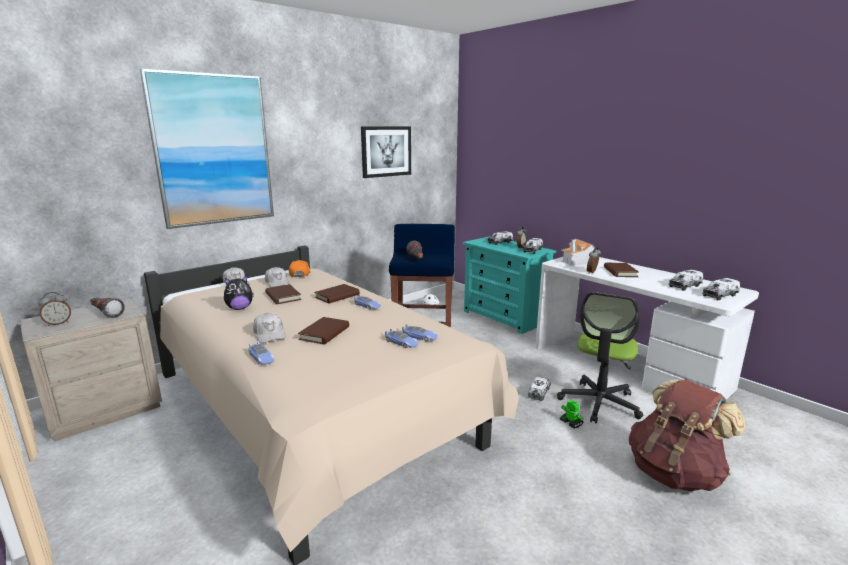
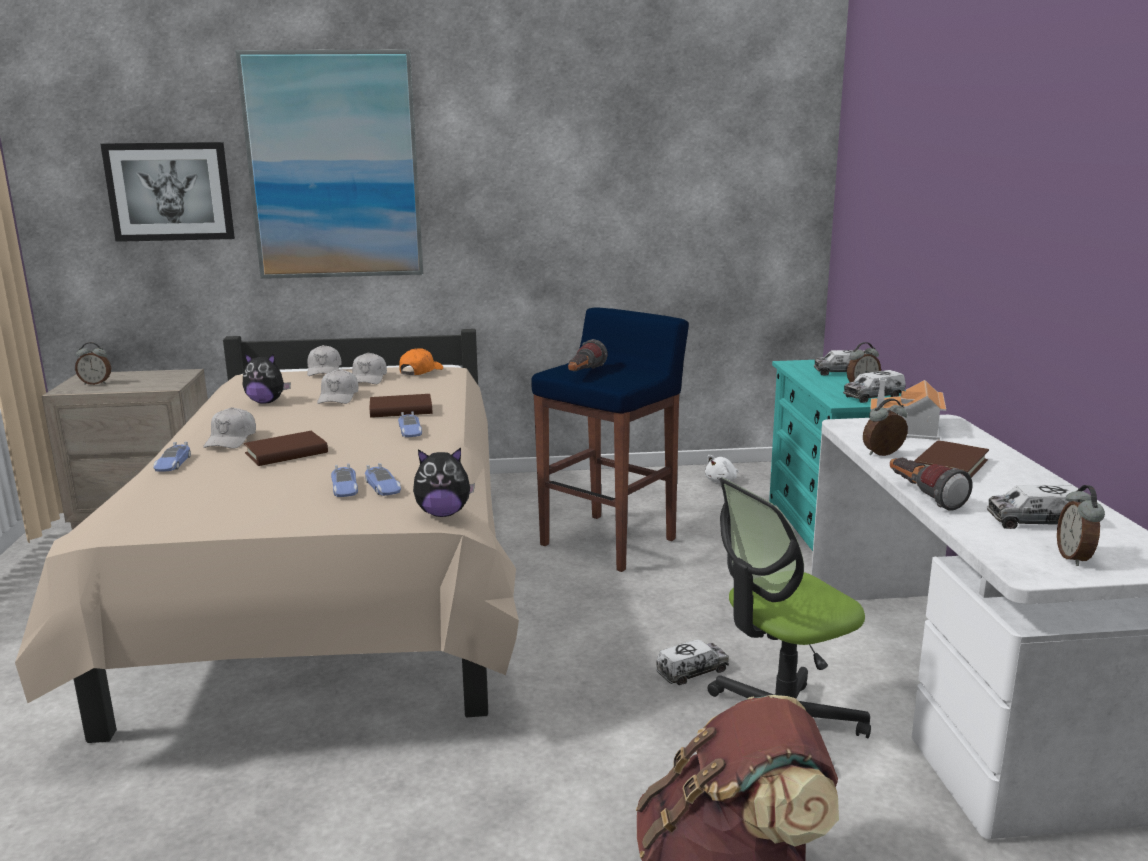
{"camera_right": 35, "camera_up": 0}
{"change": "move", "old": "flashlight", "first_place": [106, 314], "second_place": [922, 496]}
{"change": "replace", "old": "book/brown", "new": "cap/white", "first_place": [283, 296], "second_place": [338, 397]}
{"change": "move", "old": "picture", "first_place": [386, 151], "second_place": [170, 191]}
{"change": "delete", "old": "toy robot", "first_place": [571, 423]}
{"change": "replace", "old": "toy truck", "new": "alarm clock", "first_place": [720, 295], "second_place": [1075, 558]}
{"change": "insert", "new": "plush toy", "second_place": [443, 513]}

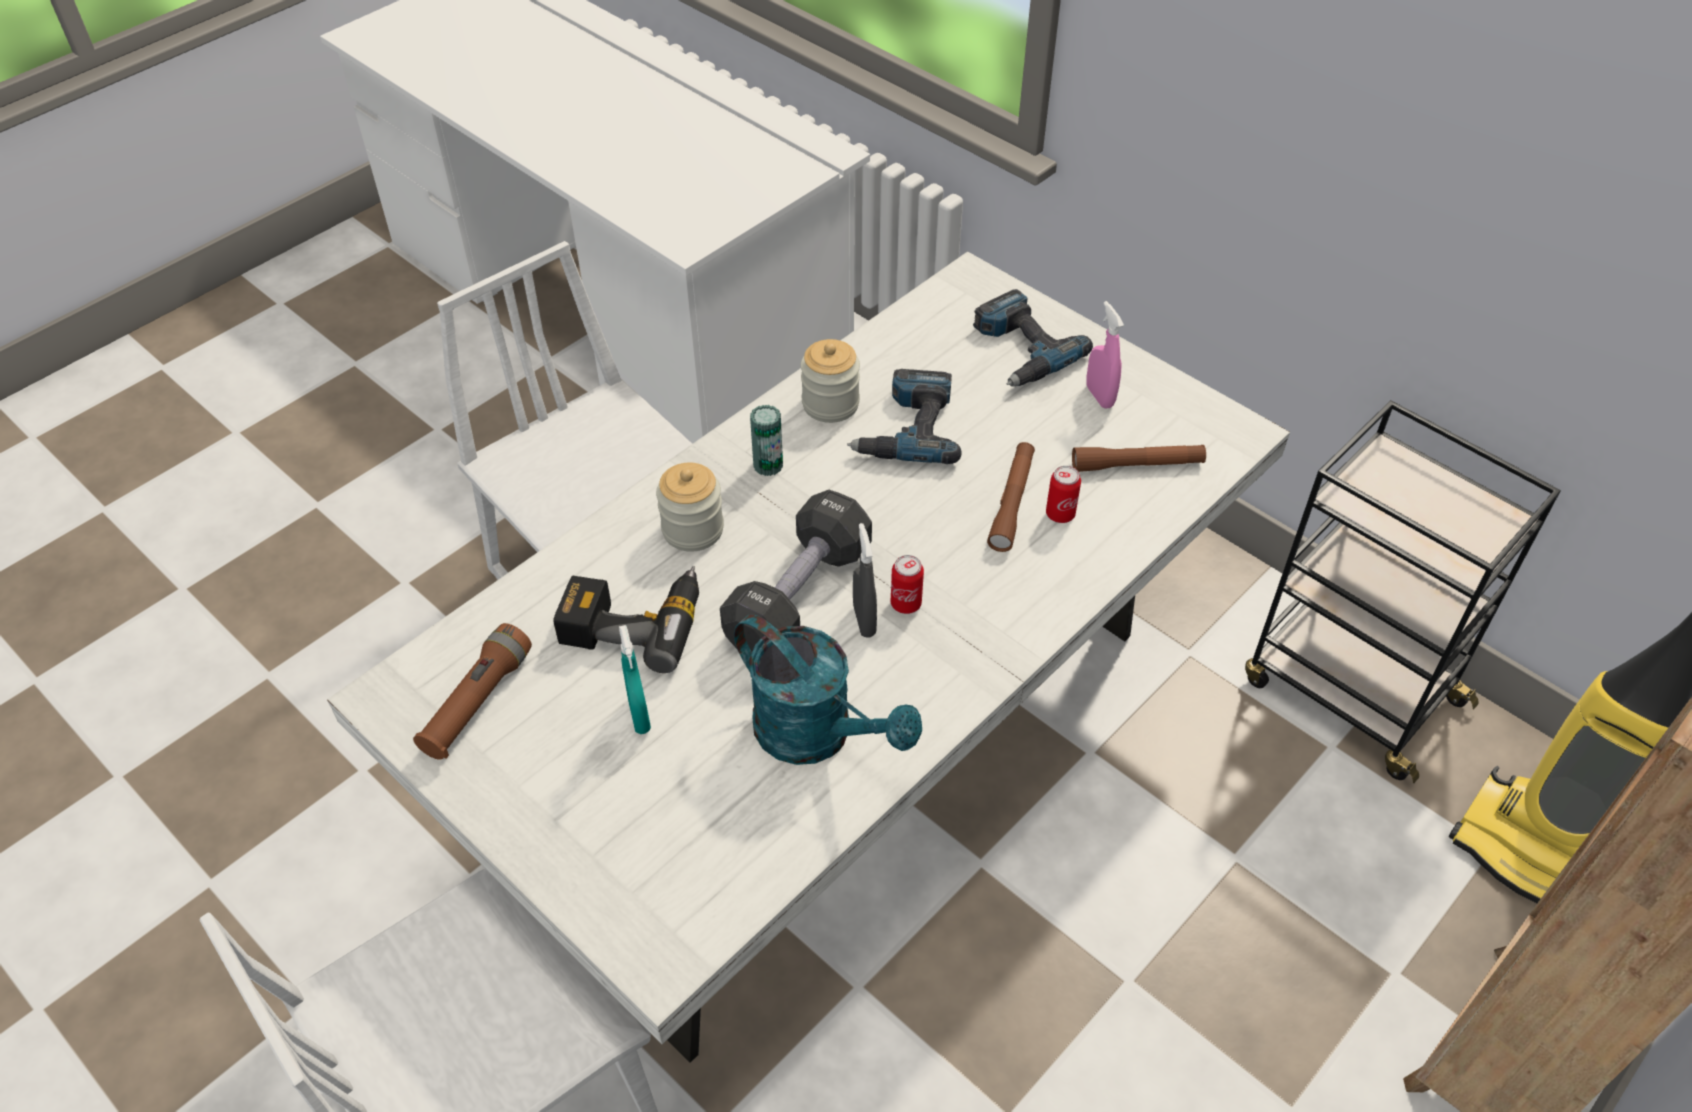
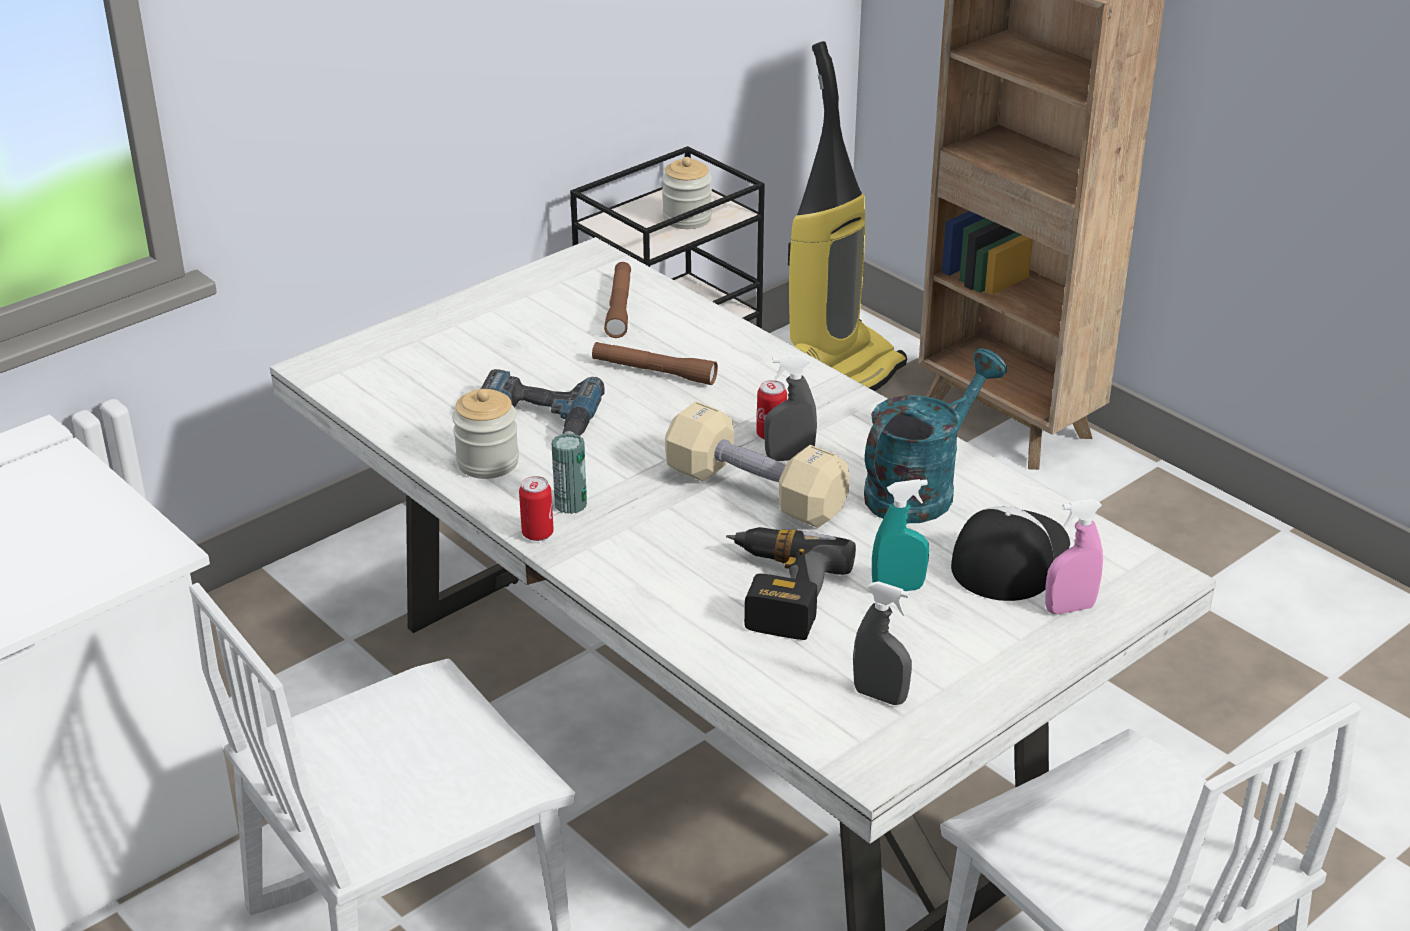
{"camera_right": -85, "camera_up": -15}
{"change": "replace", "old": "flashlight/brown", "new": "spray bottle/grey", "first_place": [477, 702], "second_place": [880, 696]}
{"change": "move", "old": "jar", "first_place": [693, 529], "second_place": [687, 219]}
{"change": "recolor", "old": "dumbbell/black", "new": "dumbbell/beige", "first_place": [798, 596], "second_place": [755, 492]}
{"change": "delete", "old": "power drill", "first_place": [1020, 350]}
{"change": "move", "old": "can", "first_place": [1060, 514], "second_place": [537, 534]}
{"change": "move", "old": "spray bottle/pink", "first_place": [1099, 396], "second_place": [1069, 608]}
{"change": "insert", "new": "cap", "second_place": [1008, 557]}

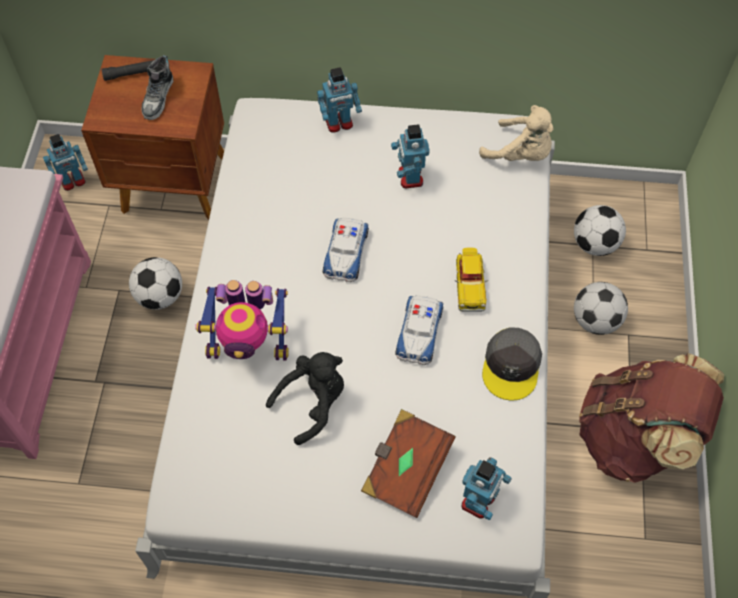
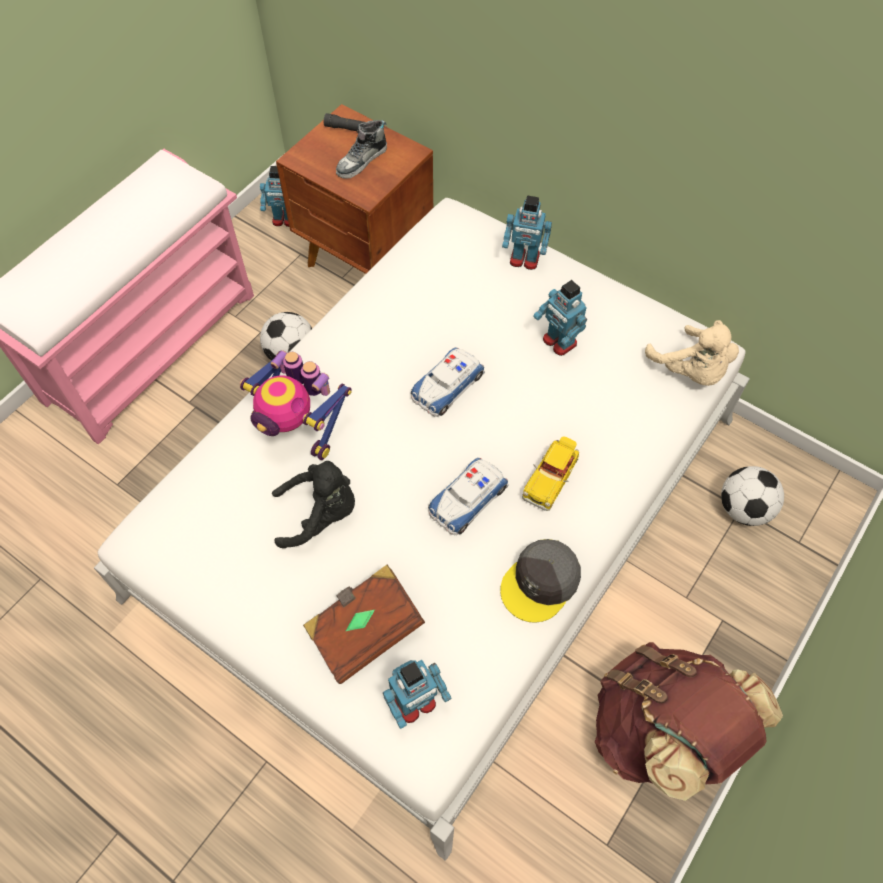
{"camera_right": 30, "camera_up": 0}
{"change": "rotate", "old": "toy robot", "first_place": [409, 177], "second_place": [559, 342], "degrees": -60}
{"change": "delete", "old": "football", "first_place": [595, 321]}

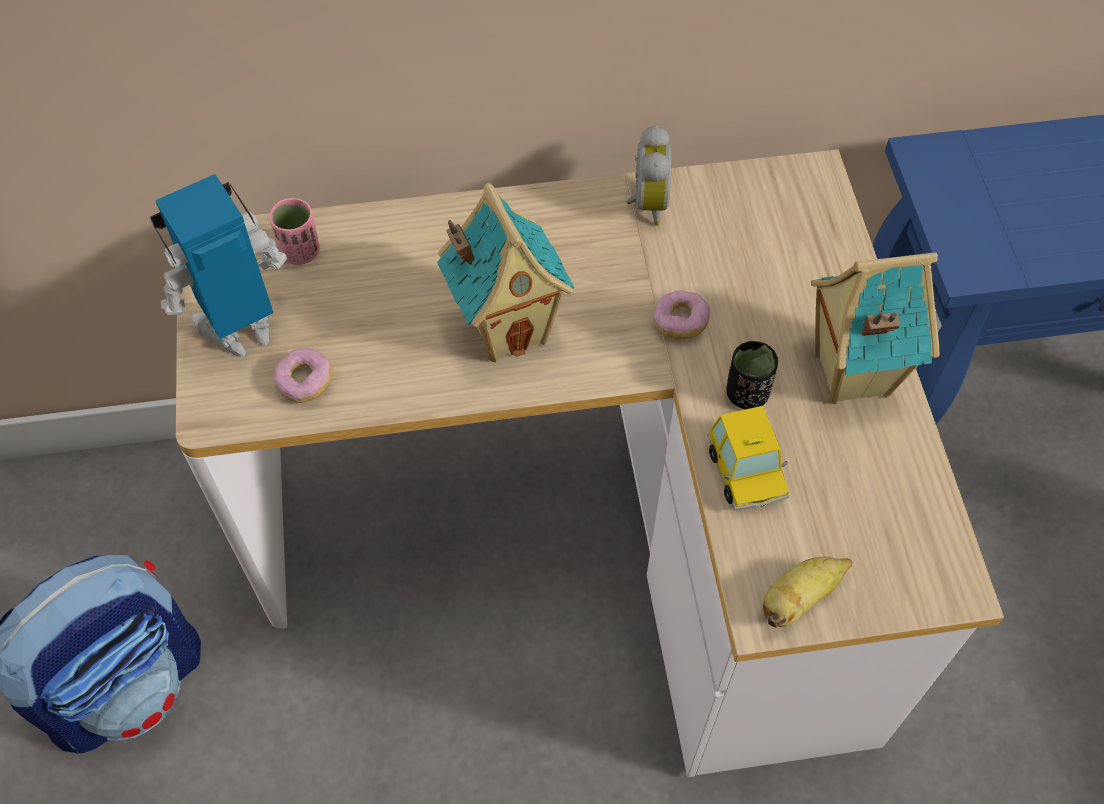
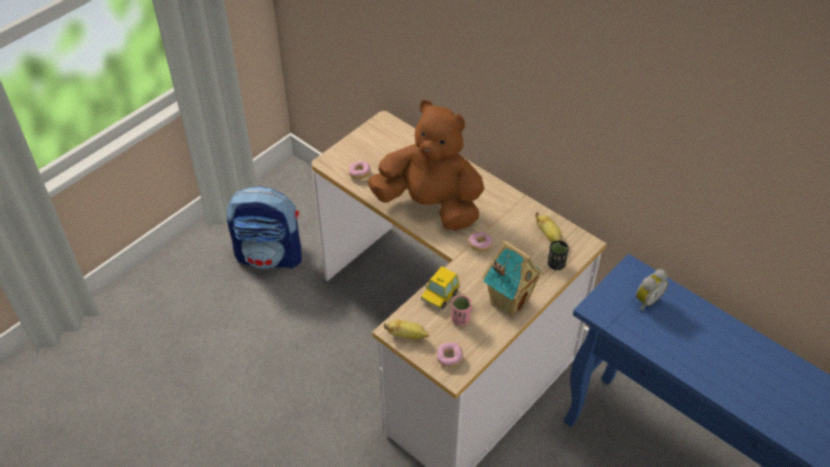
{"camera_right": 50, "camera_up": -10}
{"change": "delete", "old": "toy robot", "first_place": [241, 329]}
{"change": "move", "old": "cup/pink", "first_place": [300, 251], "second_place": [460, 319]}
{"change": "replace", "old": "toy house", "new": "plush toy/brown", "first_place": [508, 327], "second_place": [430, 205]}
{"change": "move", "old": "alarm clock", "first_place": [645, 203], "second_place": [646, 300]}
{"change": "move", "old": "cup/black", "first_place": [746, 393], "second_place": [556, 264]}
{"change": "insert", "new": "donut", "second_place": [449, 358]}
{"change": "insert", "new": "banana", "second_place": [549, 235]}

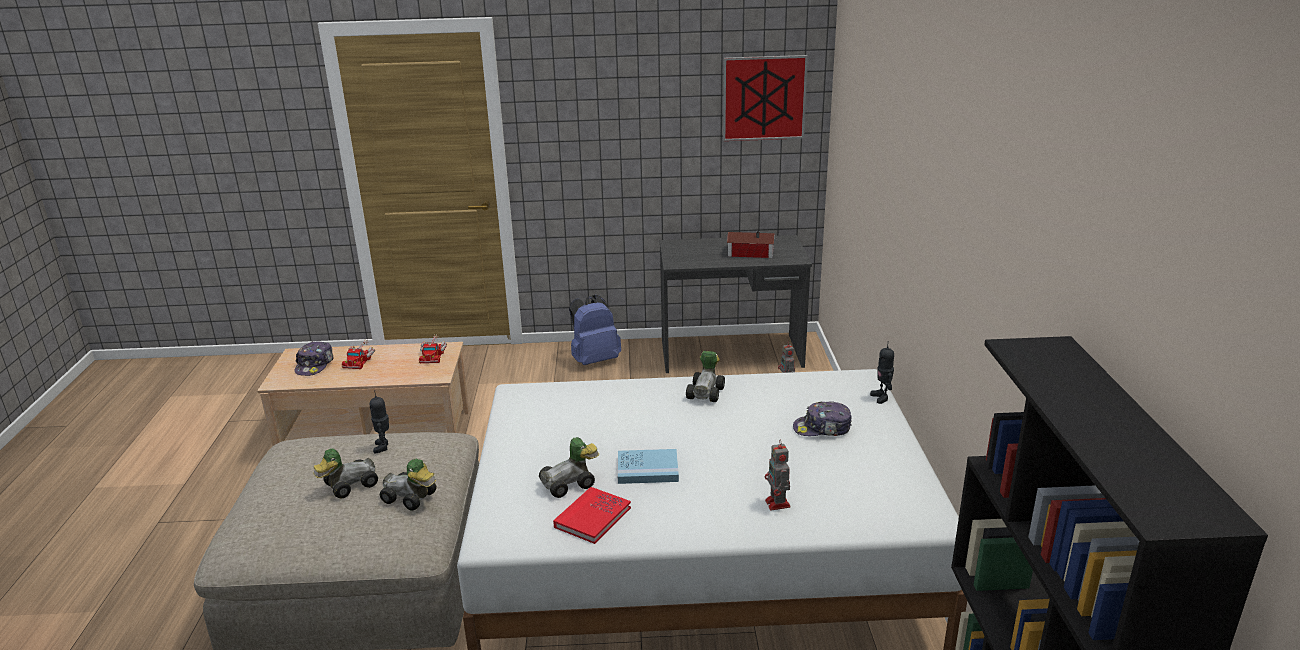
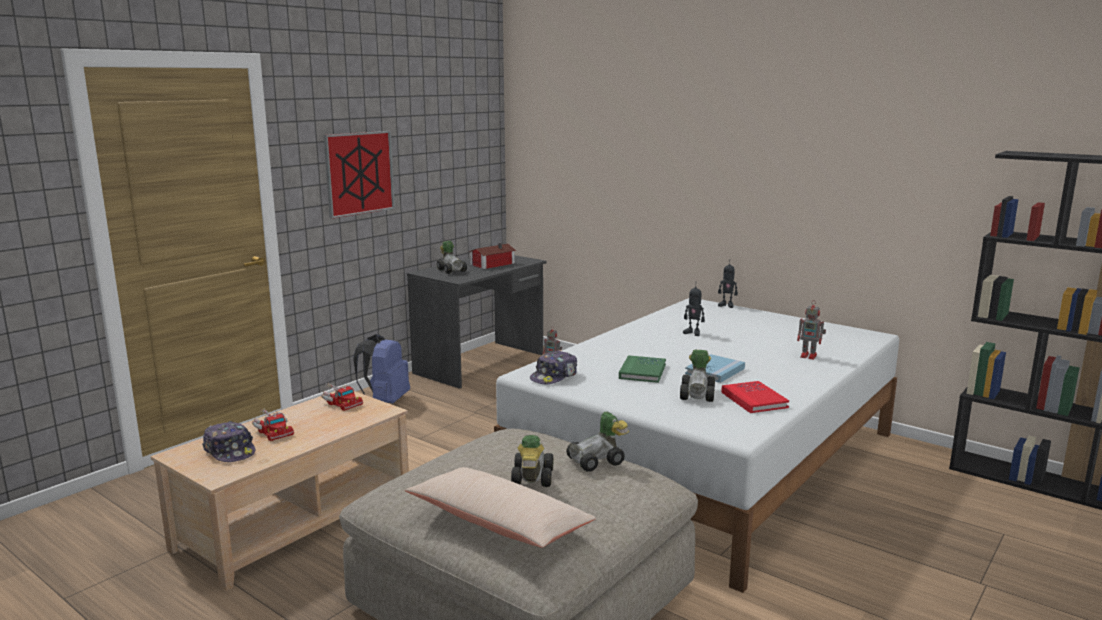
{"camera_right": -50, "camera_up": -10}
{"change": "move", "old": "toy robot", "first_place": [383, 447], "second_place": [693, 333]}
{"change": "move", "old": "toy car", "first_place": [707, 392], "second_place": [451, 270]}
{"change": "move", "old": "picture", "first_place": [764, 98], "second_place": [359, 173]}
{"change": "move", "old": "cap", "first_place": [822, 428], "second_place": [554, 376]}
{"change": "insert", "new": "pillow/beige", "second_place": [499, 523]}
{"change": "insert", "new": "book/green", "second_place": [642, 371]}

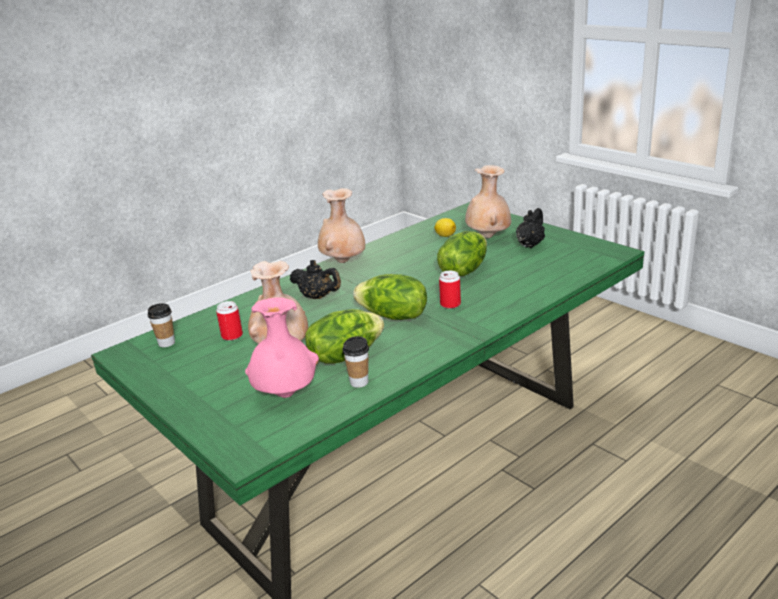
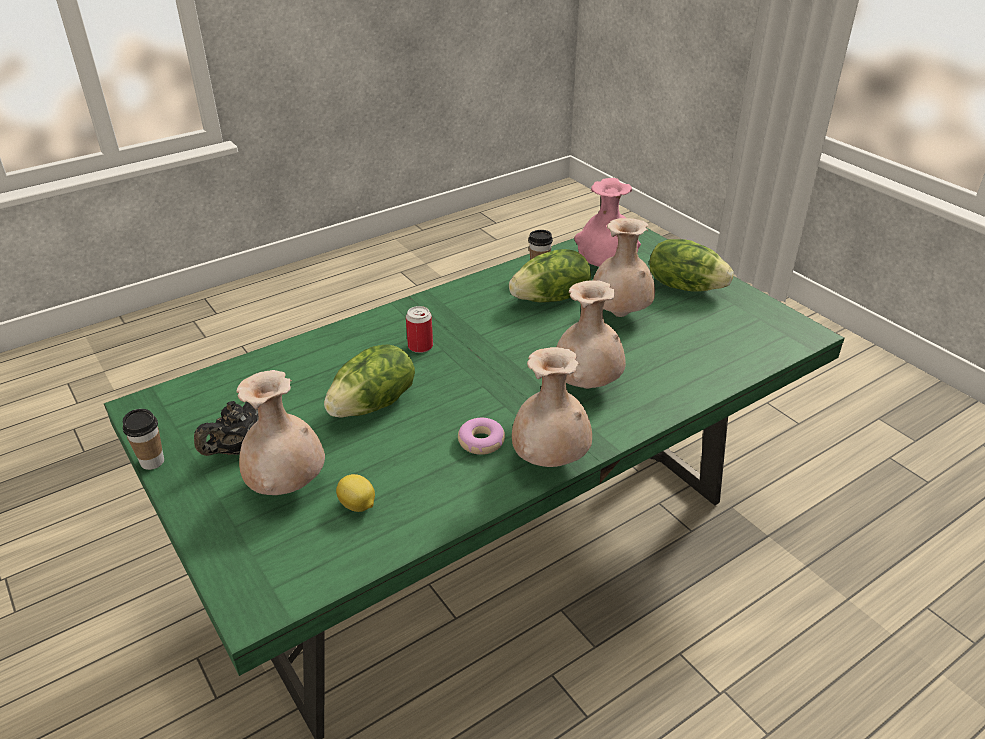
{"camera_right": -175, "camera_up": 10}
{"change": "move", "old": "cup", "first_place": [166, 343], "second_place": [152, 462]}
{"change": "delete", "old": "can", "first_place": [232, 336]}
{"change": "replace", "old": "teapot/black", "new": "vase/beige", "first_place": [317, 297], "second_place": [586, 385]}
{"change": "move", "old": "lettuce", "first_place": [393, 316], "second_place": [685, 286]}
{"change": "insert", "new": "donut", "second_place": [481, 441]}

